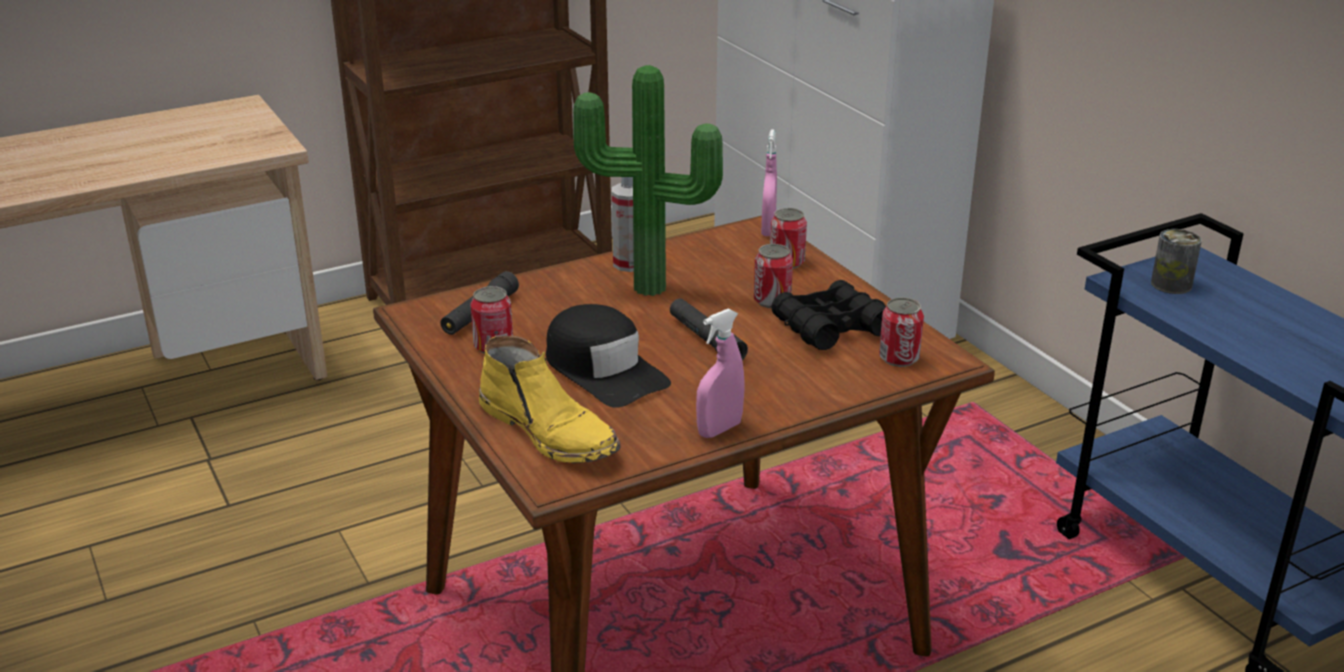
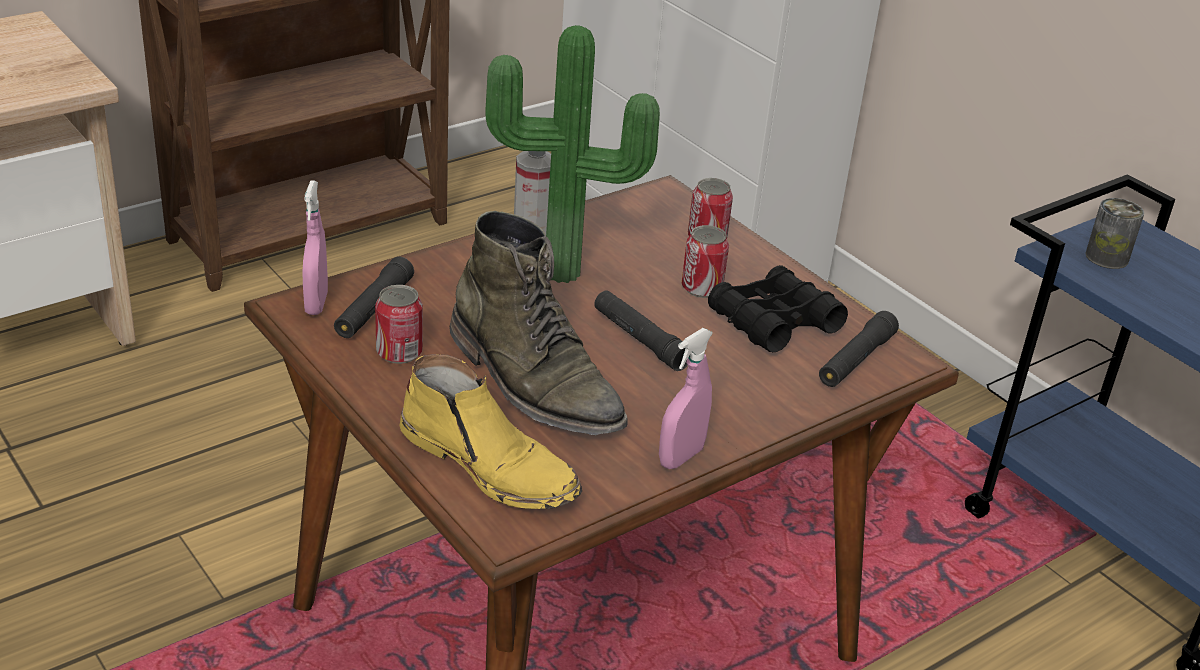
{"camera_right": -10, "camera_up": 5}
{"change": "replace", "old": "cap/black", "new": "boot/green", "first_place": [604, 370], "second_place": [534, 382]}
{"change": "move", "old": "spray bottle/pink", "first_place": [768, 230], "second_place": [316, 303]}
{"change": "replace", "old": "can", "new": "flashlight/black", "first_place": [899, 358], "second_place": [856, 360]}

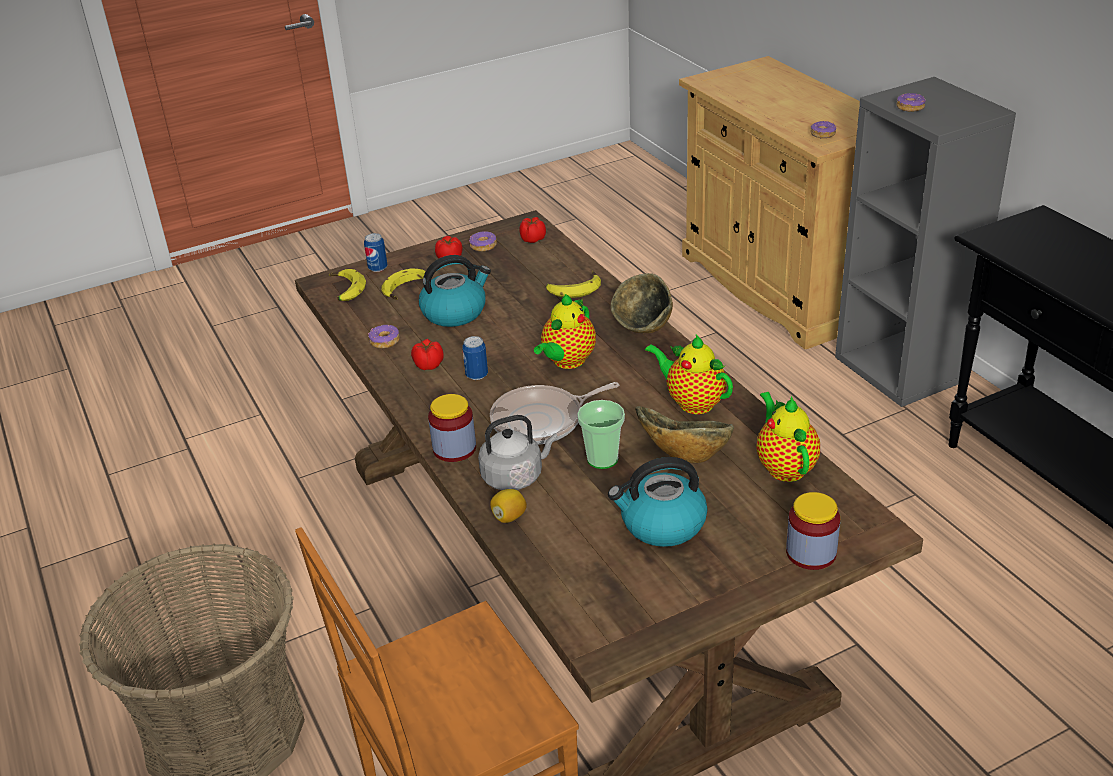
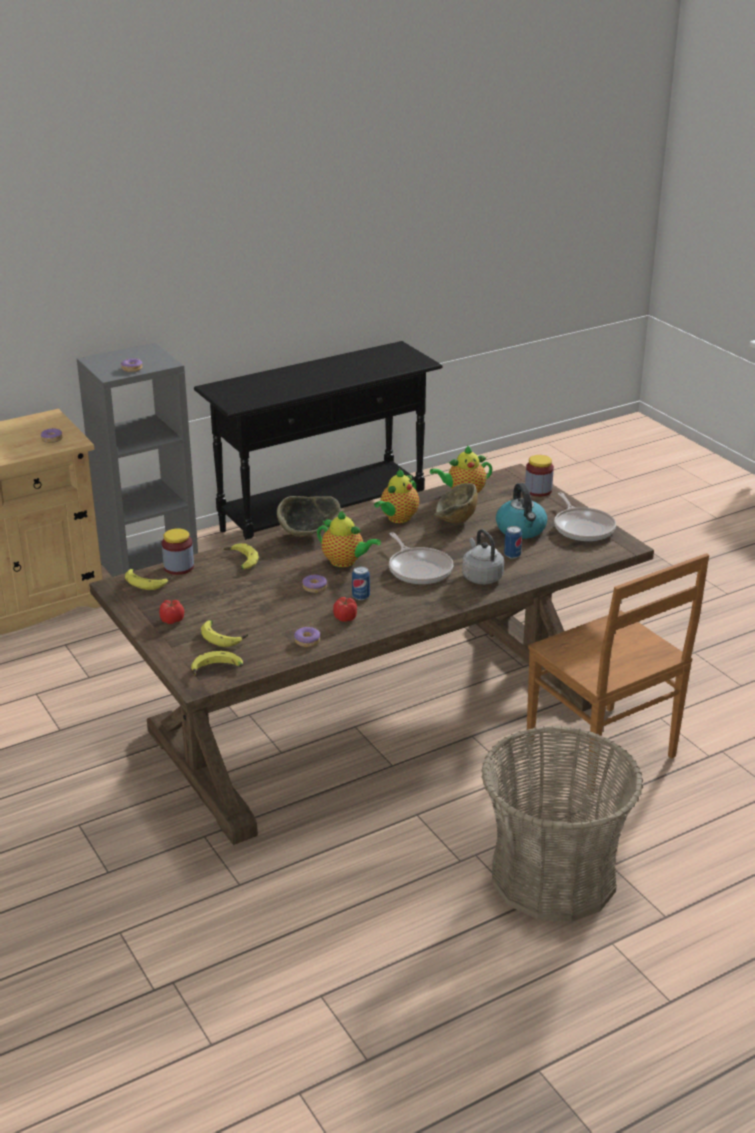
{"camera_right": -95, "camera_up": -5}
{"change": "move", "old": "can", "first_place": [378, 268], "second_place": [512, 555]}
{"change": "delete", "old": "kettle", "first_place": [455, 312]}
{"change": "move", "old": "jar", "first_place": [454, 449], "second_place": [179, 567]}
{"change": "move", "old": "donut", "first_place": [483, 246], "second_place": [315, 587]}
{"change": "delete", "old": "lemon", "first_place": [509, 517]}
{"change": "replace", "old": "tomato", "new": "banana", "first_place": [532, 239], "second_place": [148, 582]}
{"change": "delete", "old": "cup", "first_place": [602, 459]}
{"change": "insert", "new": "frying pan", "second_place": [583, 528]}

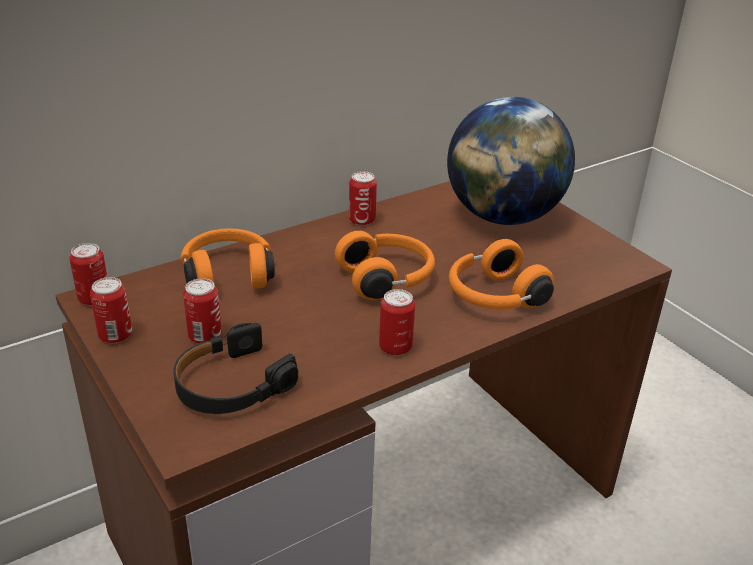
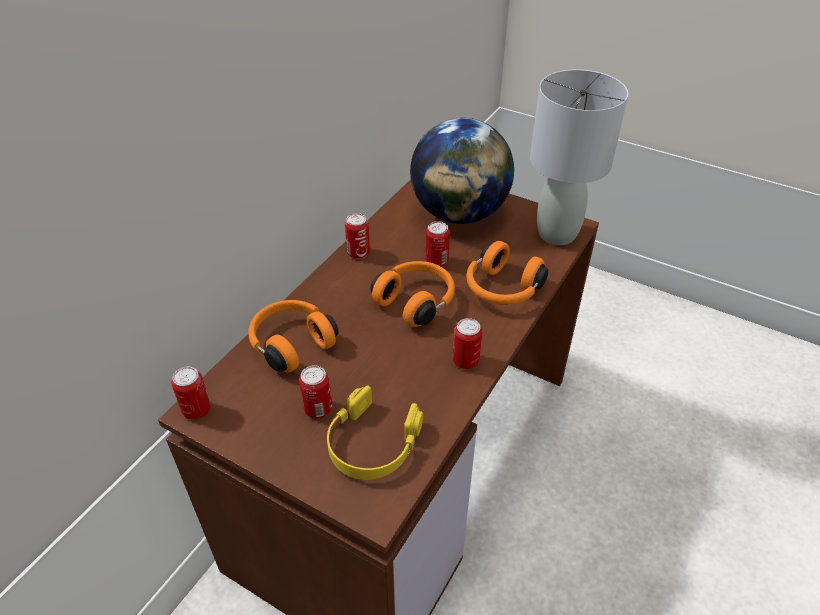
{"camera_right": -25, "camera_up": 10}
{"change": "move", "old": "can", "first_place": [115, 335], "second_place": [436, 261]}
{"change": "recolor", "old": "headphones/black", "new": "headphones/yellow", "first_place": [231, 384], "second_place": [372, 443]}
{"change": "insert", "new": "table lamp/grey", "second_place": [557, 234]}

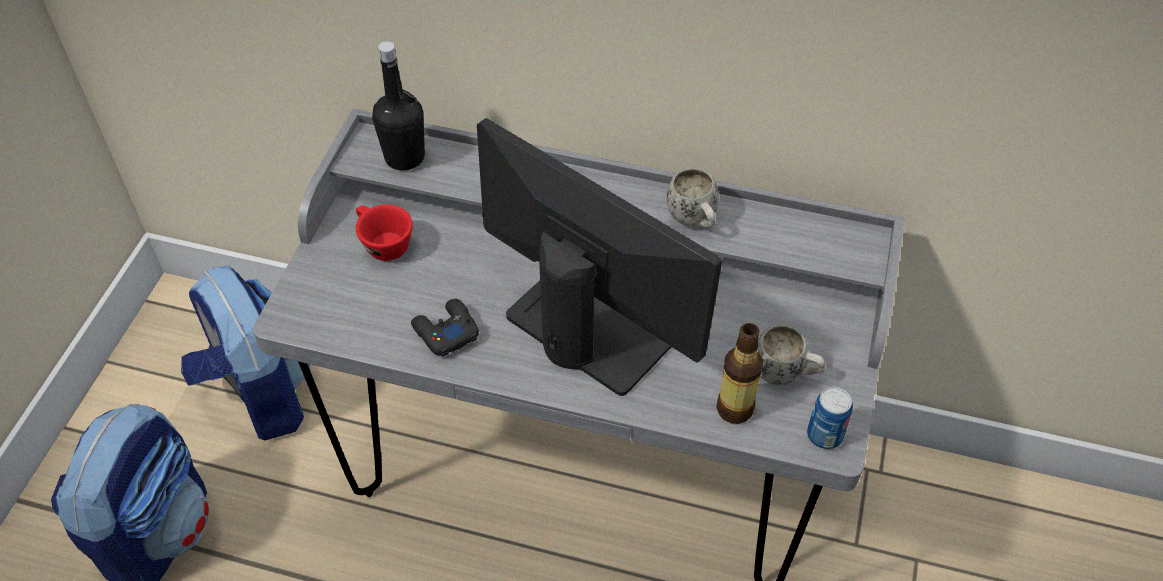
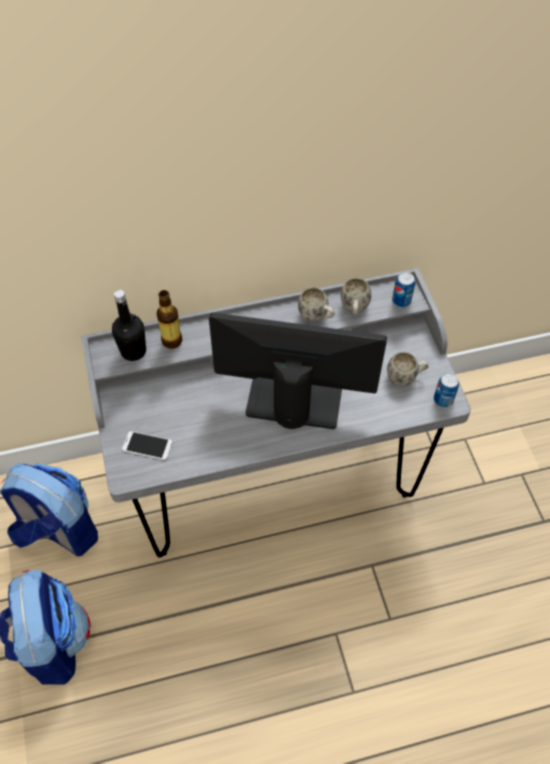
{"camera_right": -30, "camera_up": 5}
{"change": "delete", "old": "cup/red", "first_place": [382, 244]}
{"change": "delete", "old": "game controller/black", "first_place": [445, 331]}
{"change": "move", "old": "bottle", "first_place": [734, 409], "second_place": [172, 341]}
{"change": "insert", "new": "phone", "second_place": [147, 446]}
{"change": "insert", "new": "mug/white", "second_place": [354, 308]}
{"change": "insert", "new": "can", "second_place": [401, 300]}

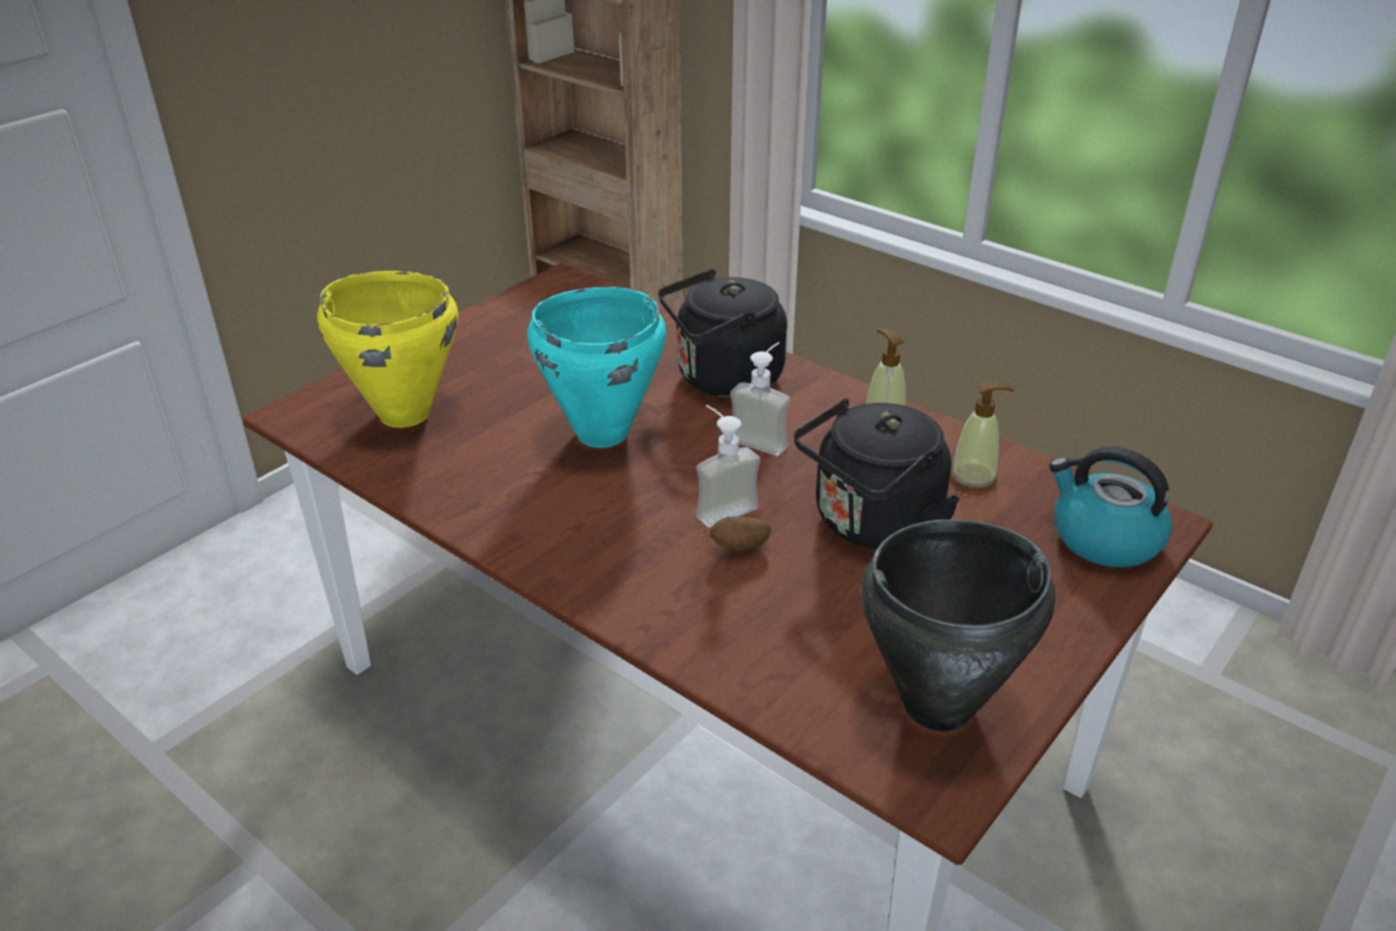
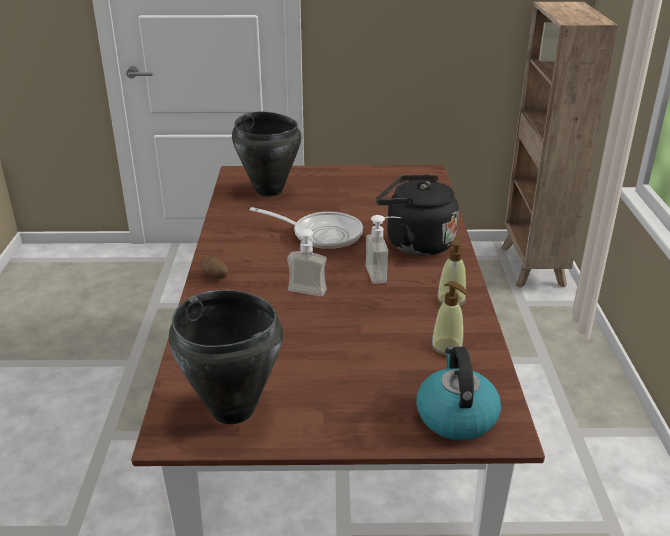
{"camera_right": 50, "camera_up": -5}
{"change": "recolor", "old": "cooking pot/yellow", "new": "cooking pot/black", "first_place": [404, 413], "second_place": [269, 190]}
{"change": "replace", "old": "cooking pot/turquoise", "new": "frying pan", "first_place": [601, 433], "second_place": [321, 234]}
{"change": "move", "old": "potato", "first_place": [740, 548], "second_place": [215, 276]}
{"change": "delete", "old": "kettle/black", "first_place": [872, 525]}

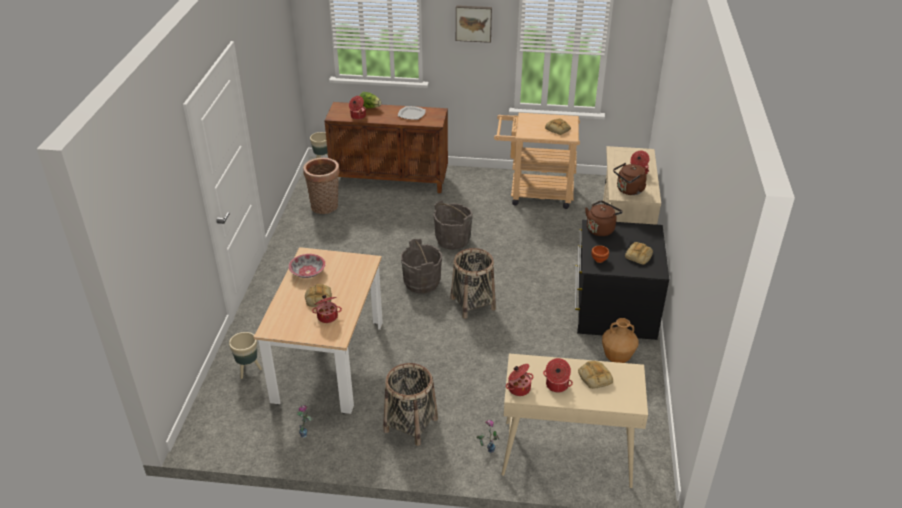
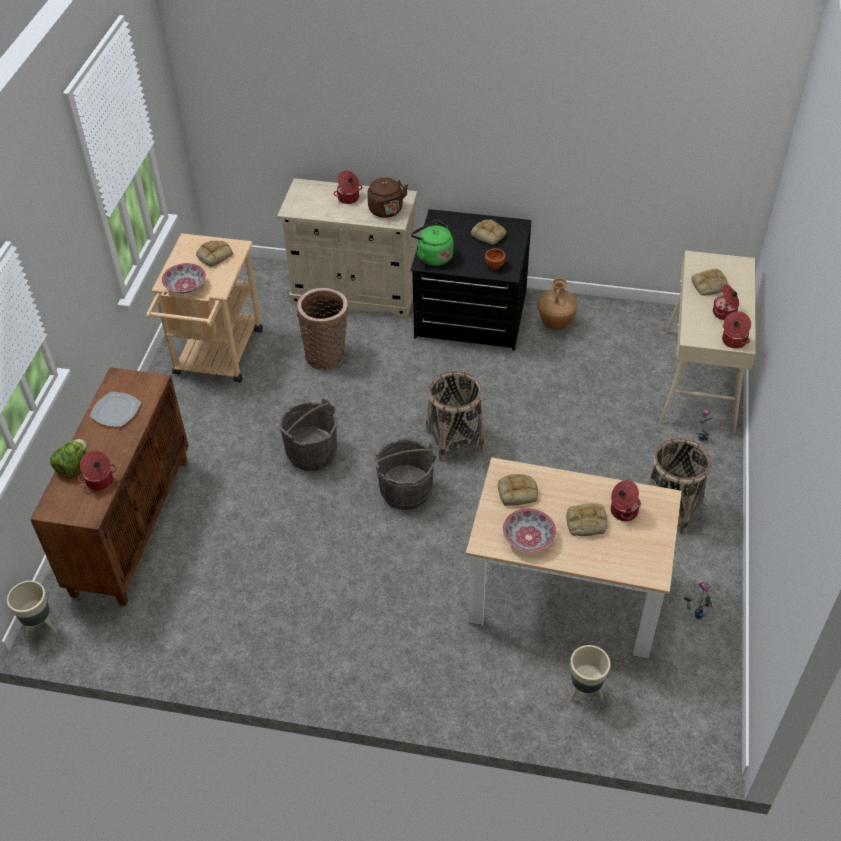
{"camera_right": -85, "camera_up": 10}
{"change": "move", "old": "basket", "first_place": [325, 207], "second_place": [327, 355]}
{"change": "delete", "old": "picture", "first_place": [473, 23]}
{"change": "recolor", "old": "kettle/brown", "new": "kettle/green", "first_place": [601, 229], "second_place": [433, 256]}
{"change": "insert", "new": "bowl", "second_place": [185, 286]}
{"change": "insert", "new": "bread", "second_place": [518, 492]}

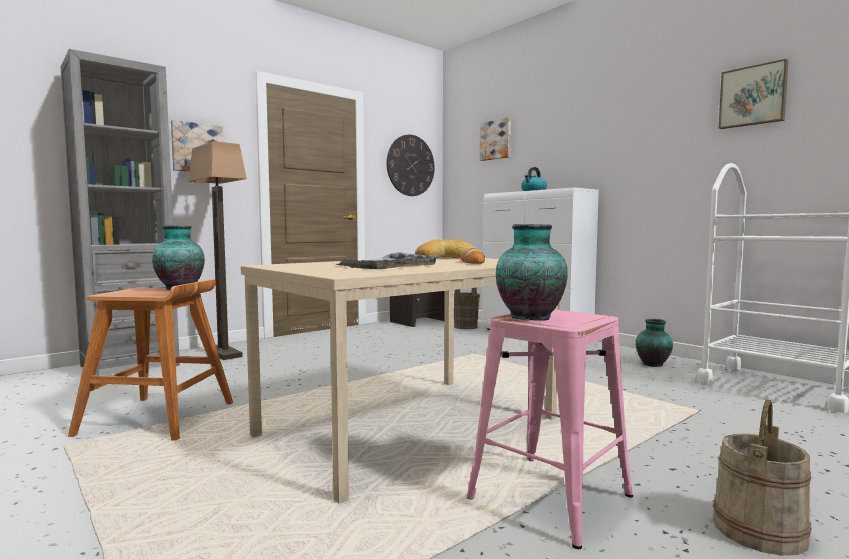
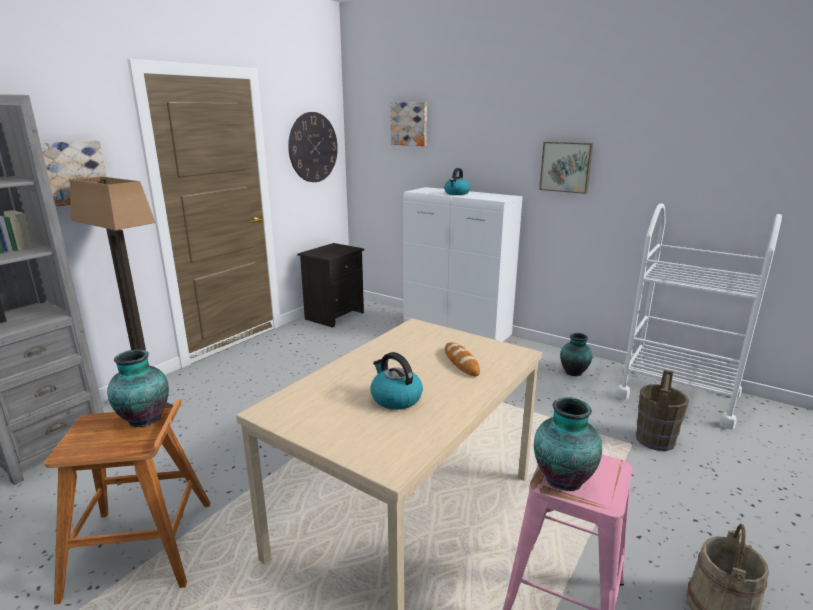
{"camera_right": -15, "camera_up": 15}
{"change": "replace", "old": "tray/grey", "new": "kettle", "first_place": [387, 265], "second_place": [395, 398]}
{"change": "delete", "old": "bread", "first_place": [445, 258]}
{"change": "move", "old": "bucket/brown", "first_place": [466, 327], "second_place": [655, 439]}
{"change": "move", "old": "picture", "first_place": [753, 96], "second_place": [566, 167]}

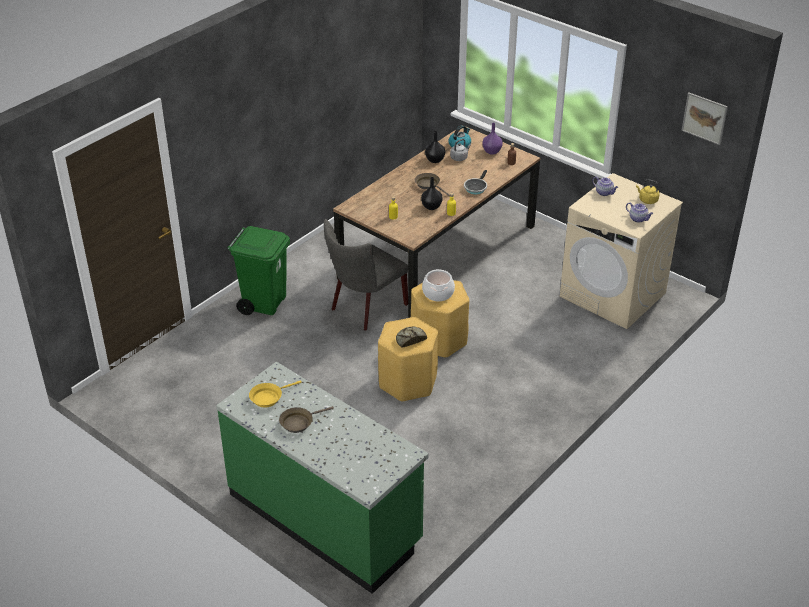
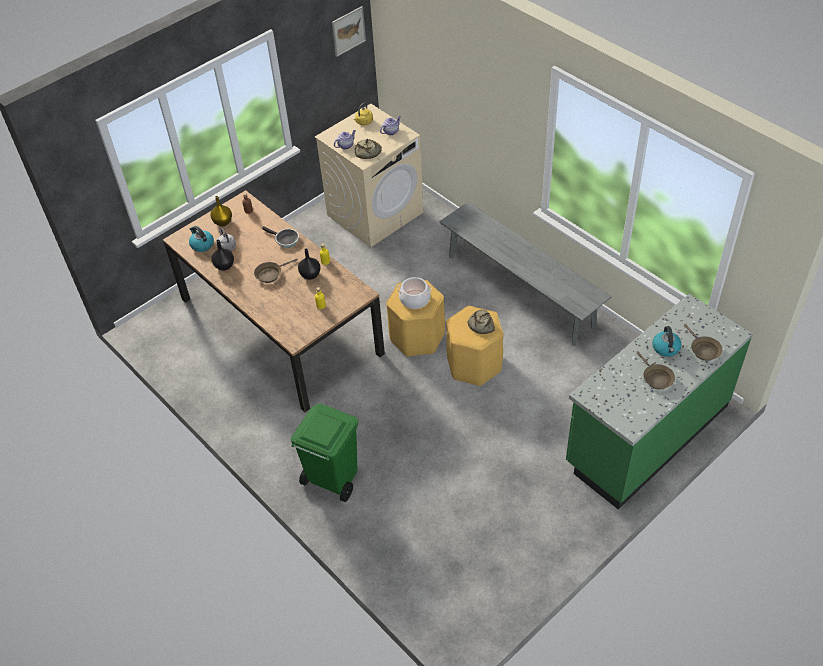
{"camera_right": -80, "camera_up": 10}
{"change": "delete", "old": "frying pan/yellow", "first_place": [268, 397]}
{"change": "delete", "old": "chair/grey", "first_place": [365, 308]}
{"change": "recolor", "old": "vase/purple", "new": "vase/yellow", "first_place": [492, 151], "second_place": [223, 222]}
{"change": "insert", "new": "bread", "second_place": [367, 152]}
{"change": "insert", "new": "bench/grey", "second_place": [520, 291]}
{"change": "insert", "new": "kettle", "second_place": [666, 348]}
{"change": "insert", "new": "frying pan/brown", "second_place": [703, 350]}

